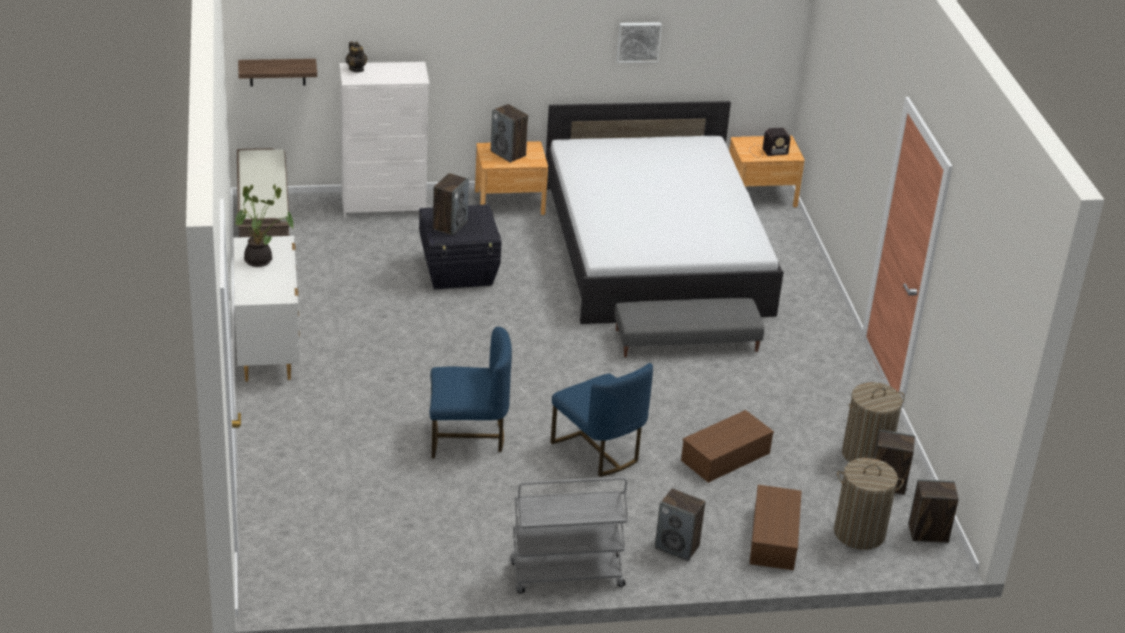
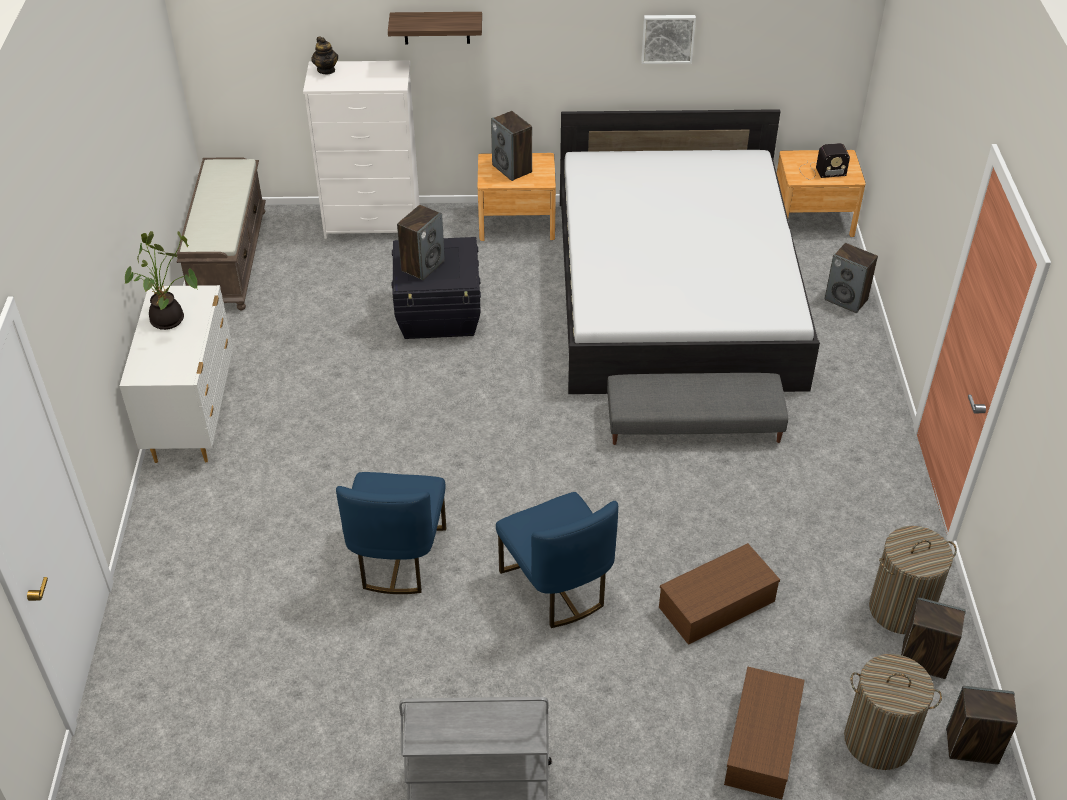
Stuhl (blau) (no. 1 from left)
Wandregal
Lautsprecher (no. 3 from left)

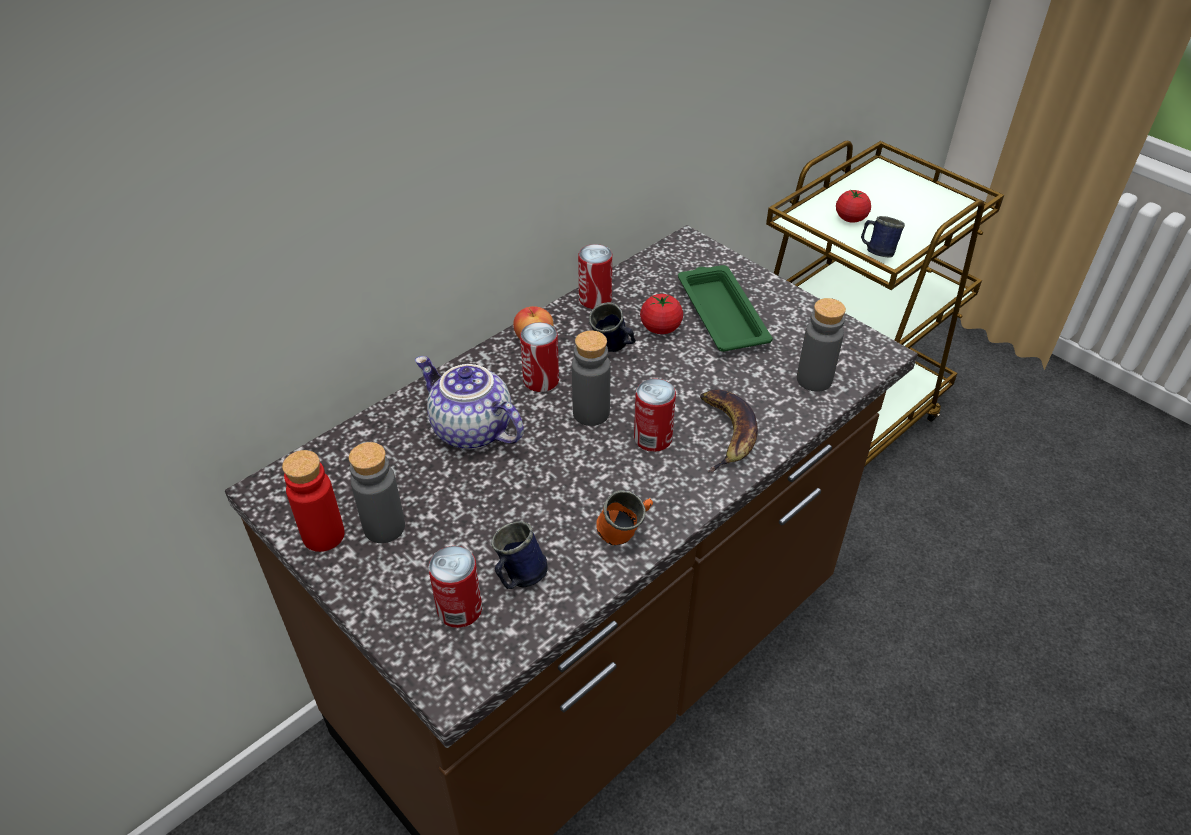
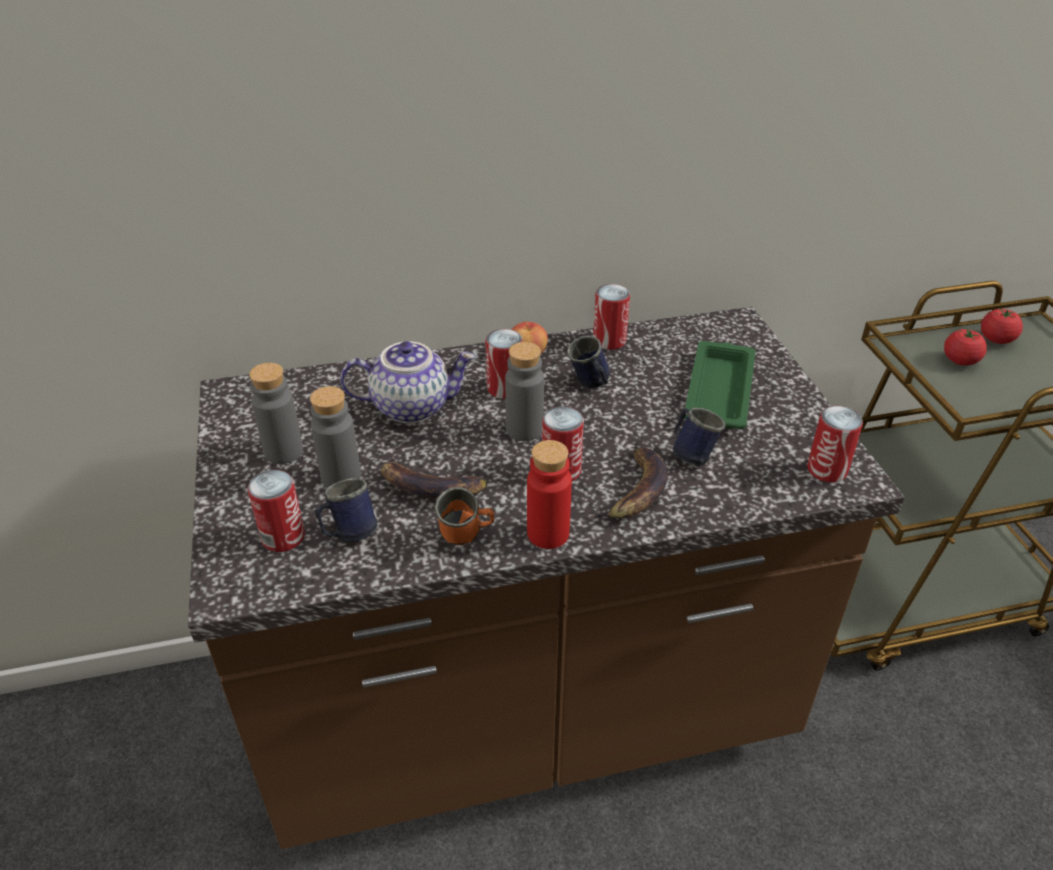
Flasche (grau) (no. 2 from left)
Teekanne
Banane (no. 1 from left)
Flasche (rot)
Henkelbecher (blau) (no. 3 from left)
Dose (no. 5 from left)
Tomate (no. 2 from left)

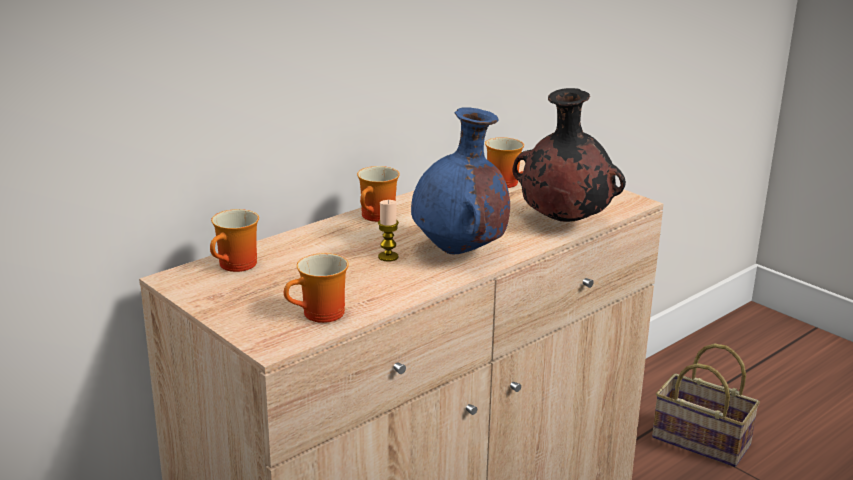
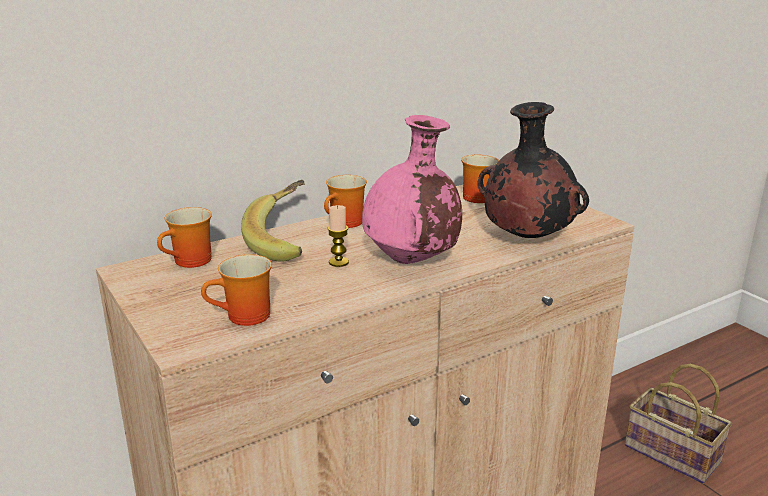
Banane
Vase (rosa)

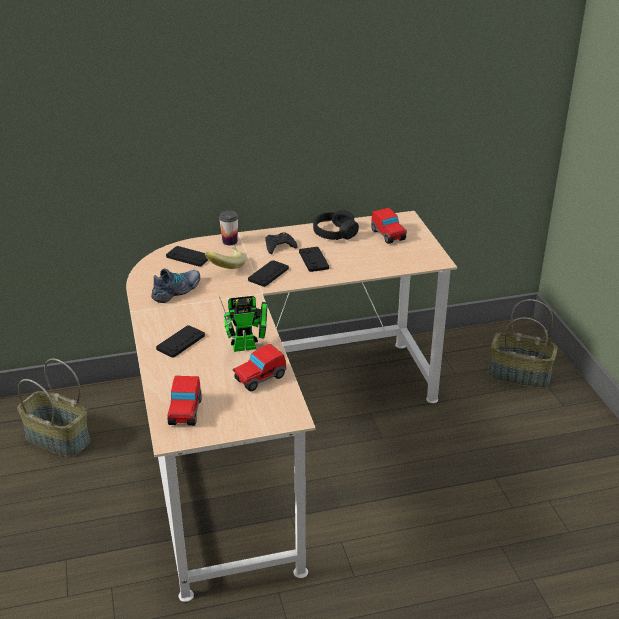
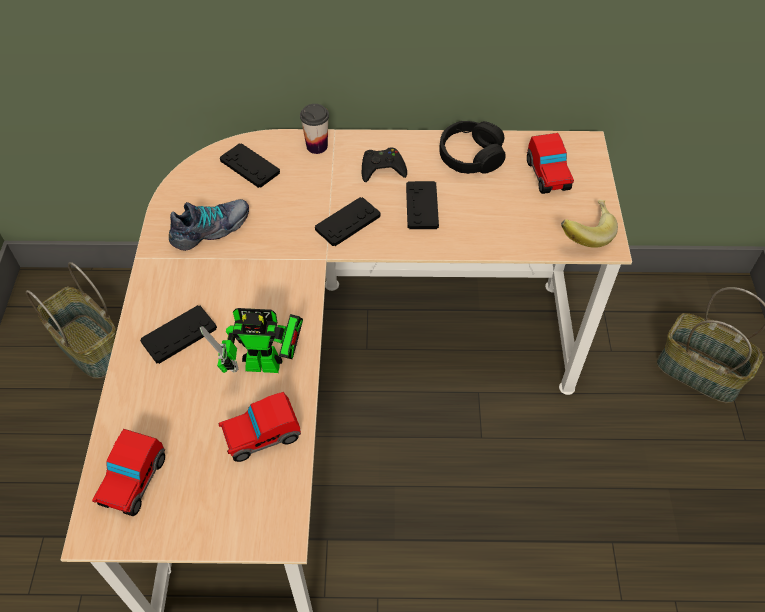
Banane

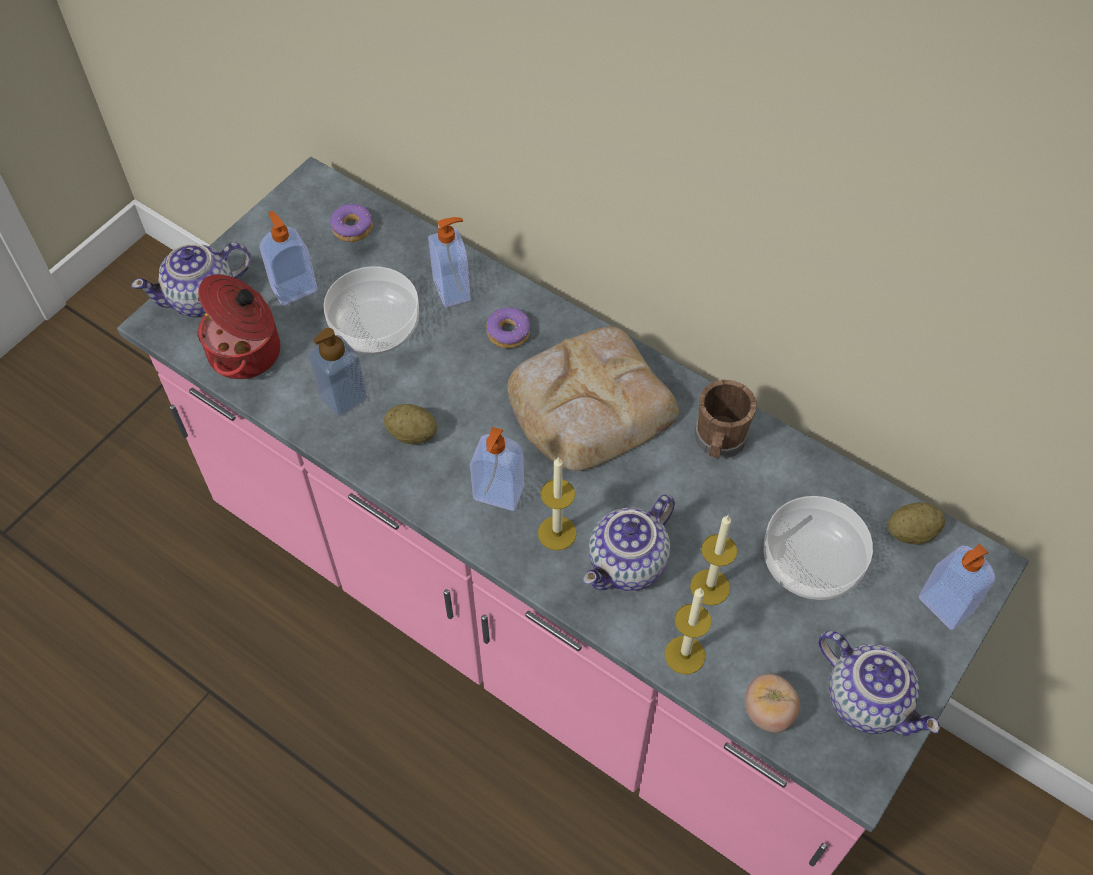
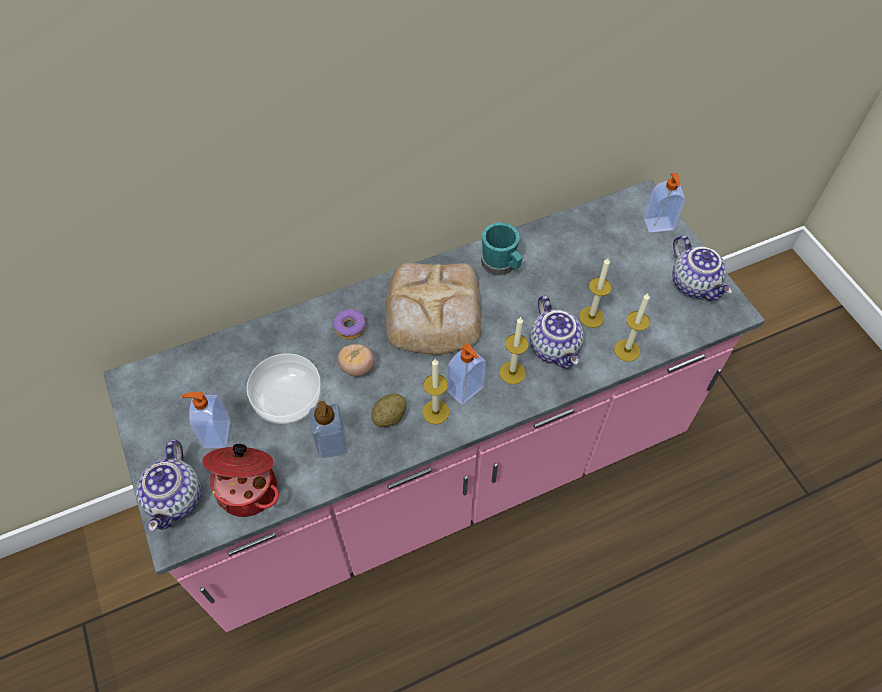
Tomate
Kerze (no. 1 from left)
Henkelbecher (türkis)
Teekanne (no. 3 from left)
Donut (no. 1 from left in the first image)
Seifenspender (no. 3 from left in the first image)
Schüssel (no. 2 from left in the first image)
Kartoffel (no. 2 from left in the first image)

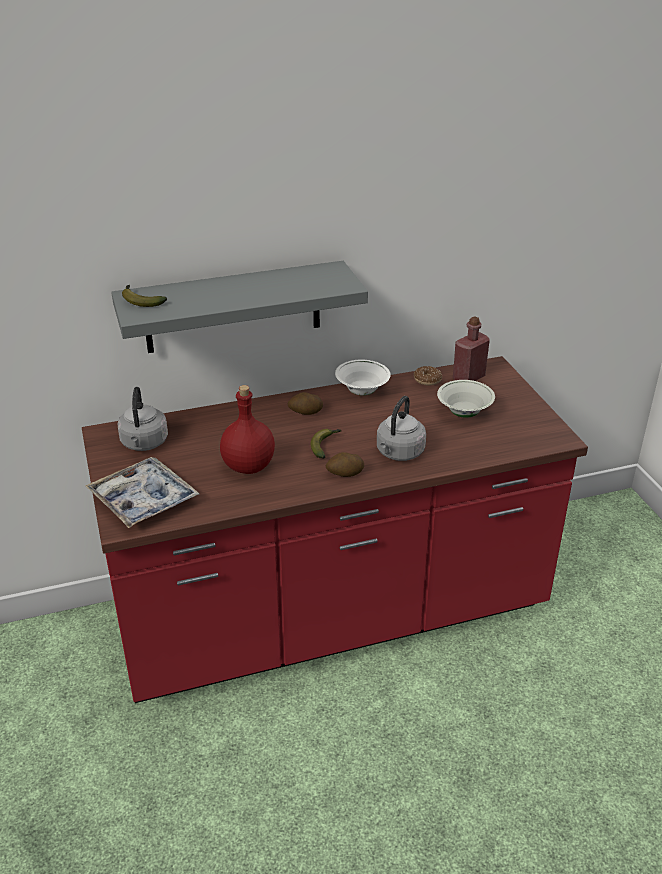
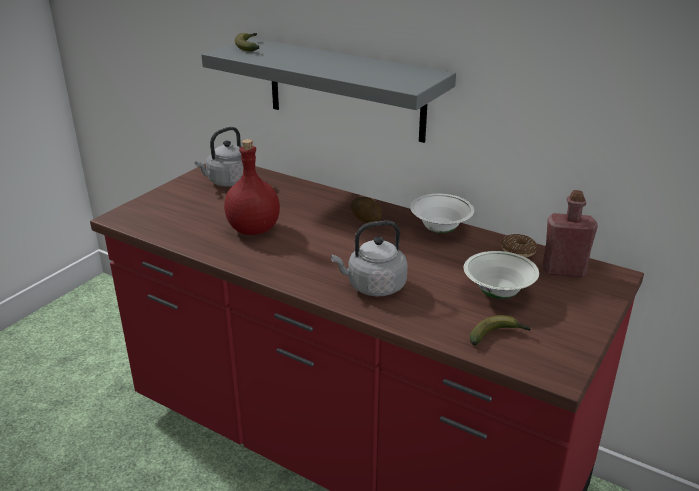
Banane (no. 2 from left)
Tablett
Kartoffel (no. 2 from left in the first image)

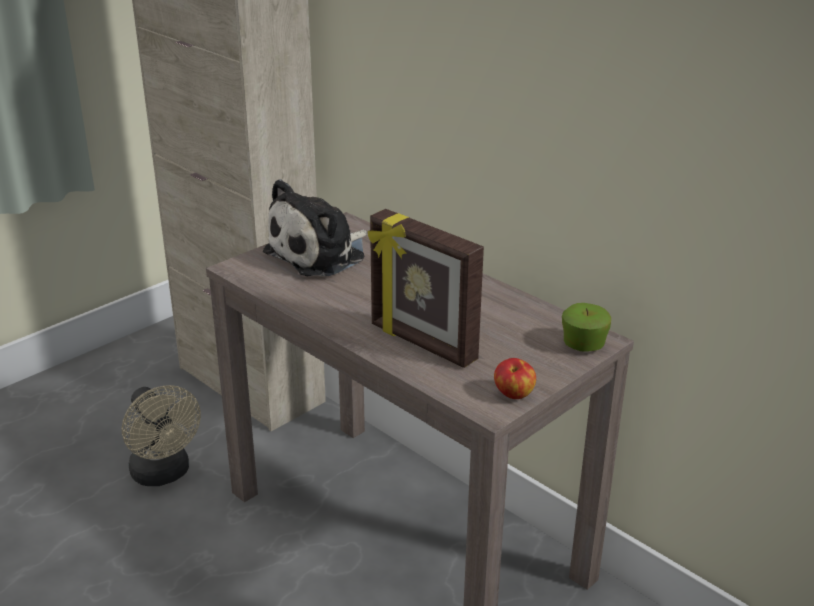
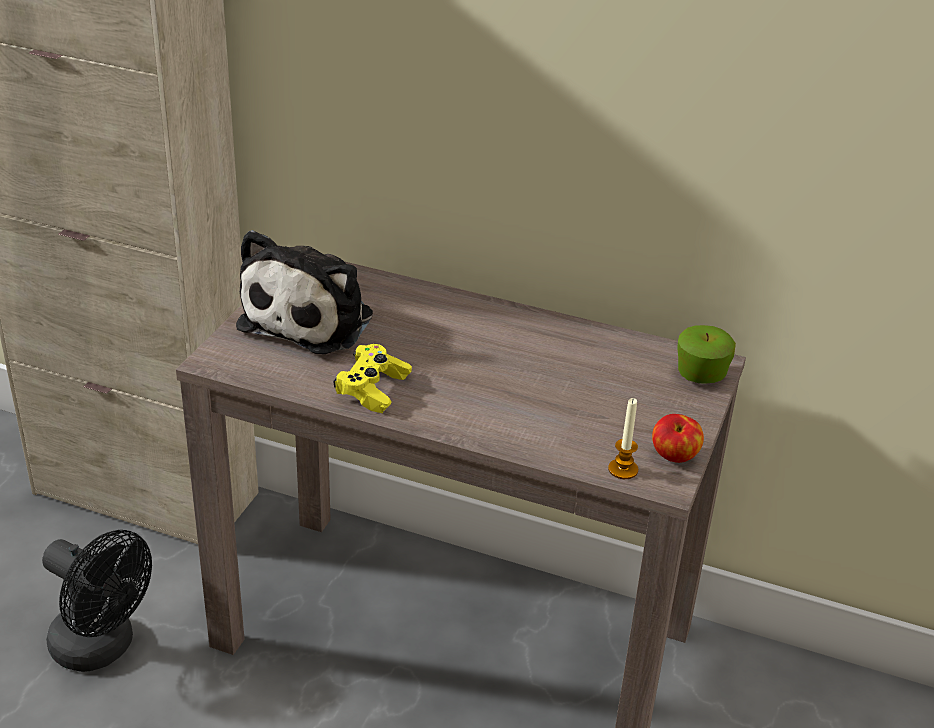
Ventilator (schwarz)
Gamepad (gelb)
Kerze
Bilderrahmen

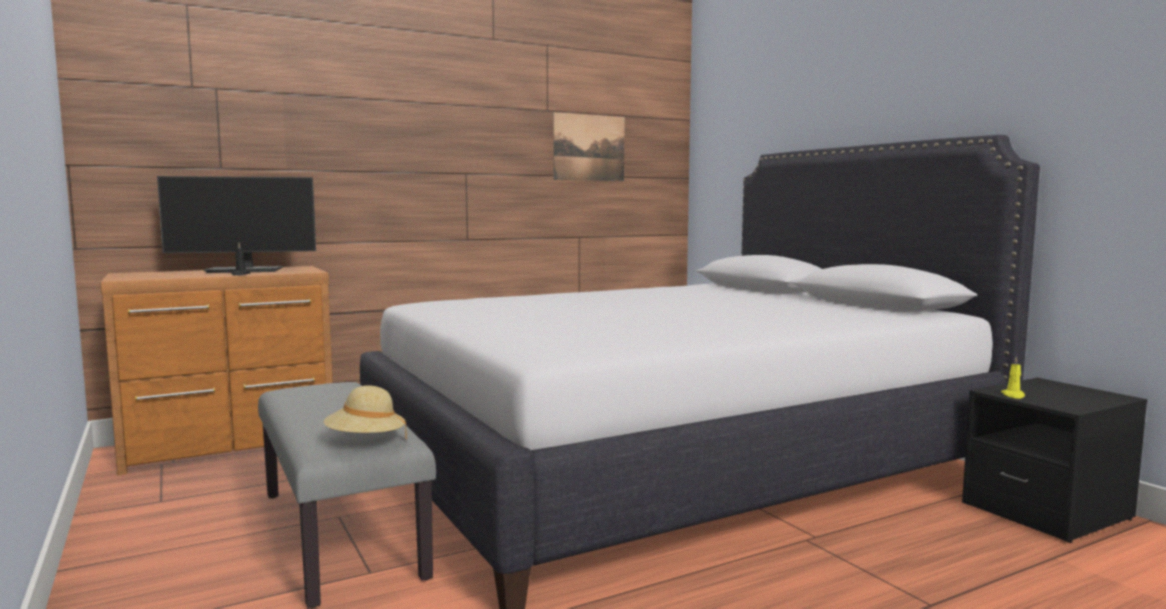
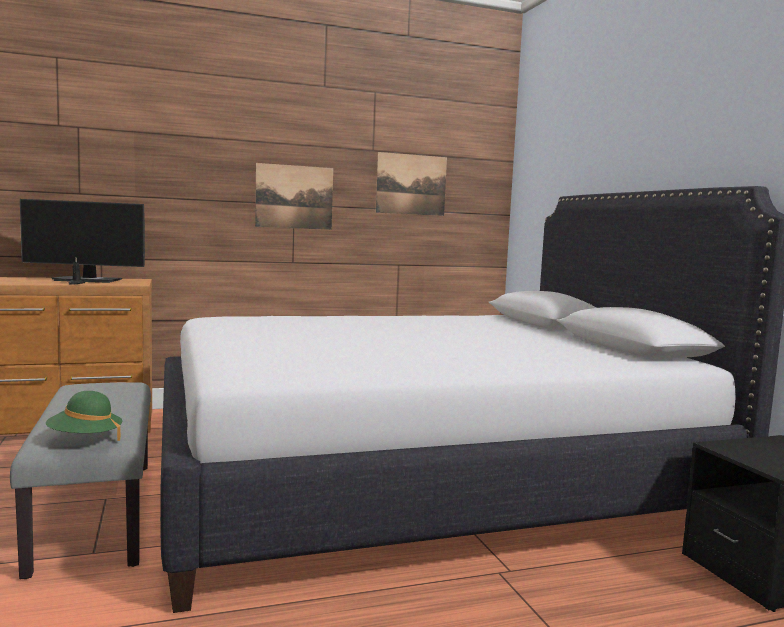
Hut (grün)
Bild (no. 1 from left)
Kerze (gelb)

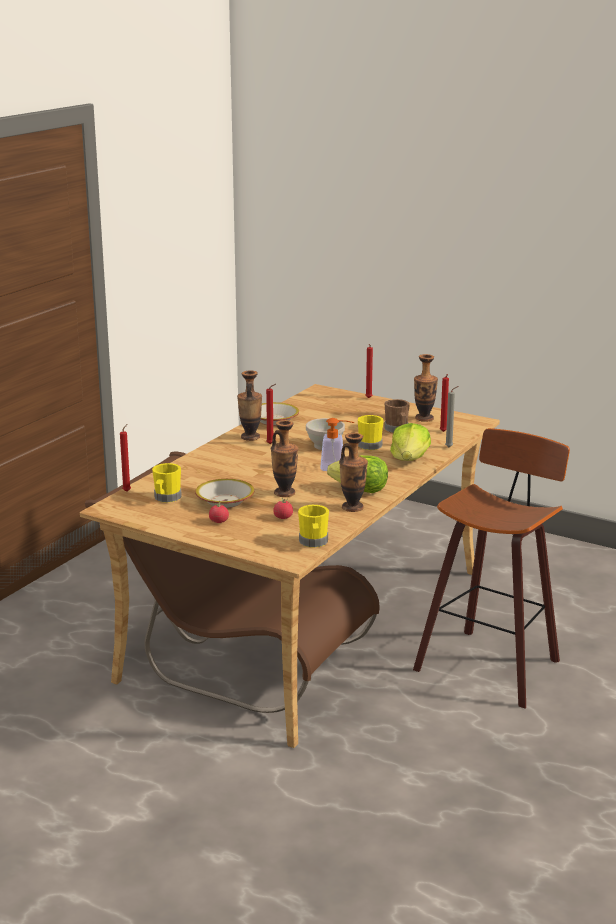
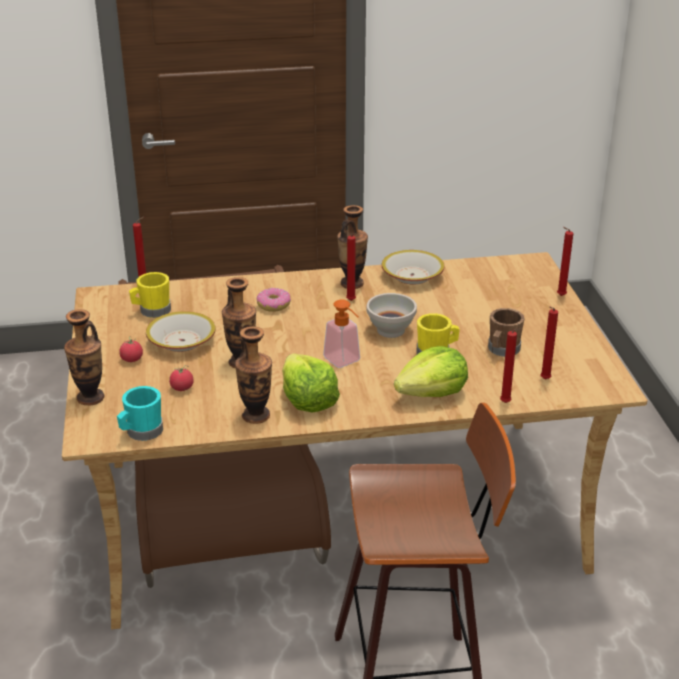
Vase (no. 1 from left)
Henkelbecher (türkis)
Donut
Kerze (rot) (no. 3 from left)

